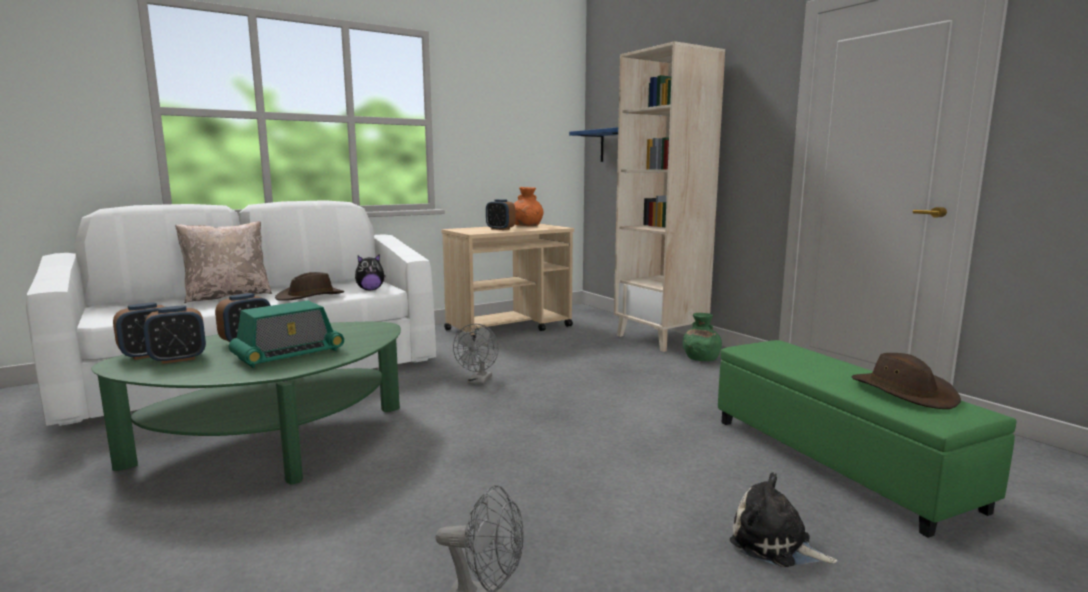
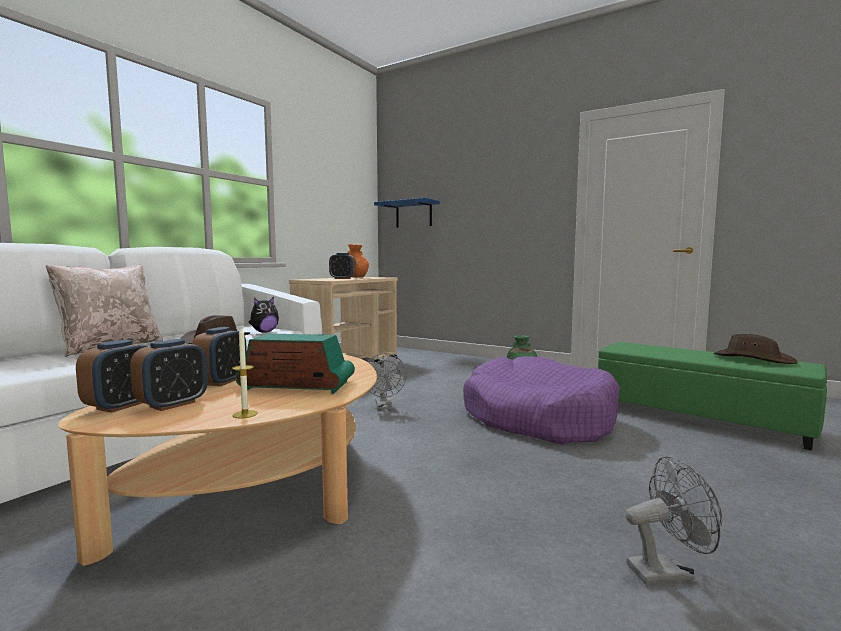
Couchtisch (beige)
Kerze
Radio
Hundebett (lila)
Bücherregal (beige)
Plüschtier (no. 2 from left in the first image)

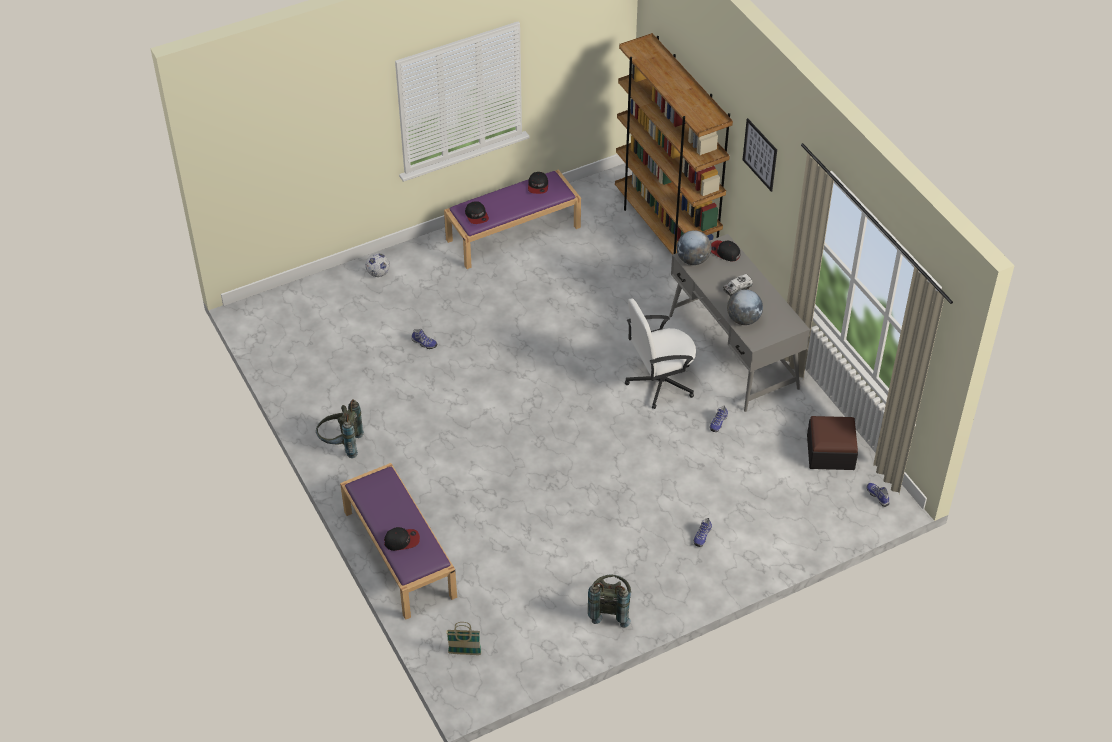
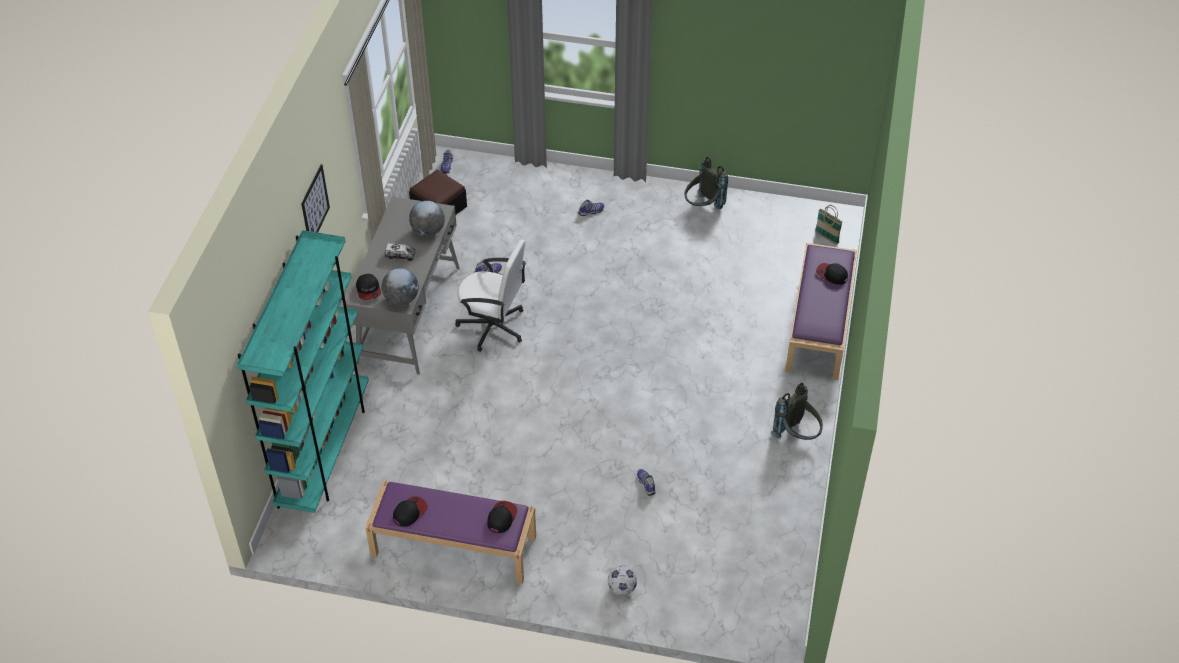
Bücherregal (türkis)

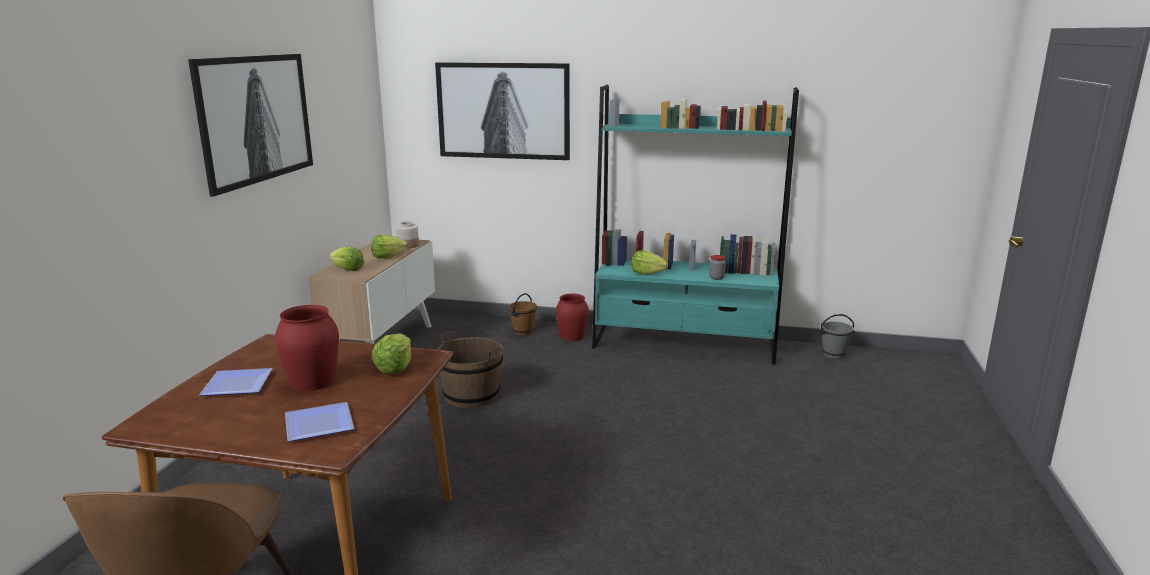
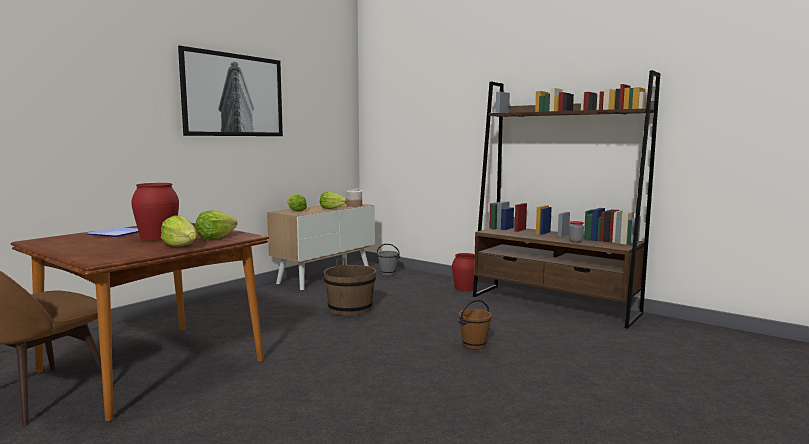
Salatkopf (no. 1 from left)
Eimer (grau)
Eimer (braun) (no. 2 from left)
Bücherregal (braun)
Teller (no. 2 from left in the first image)
Bild (no. 2 from left in the first image)

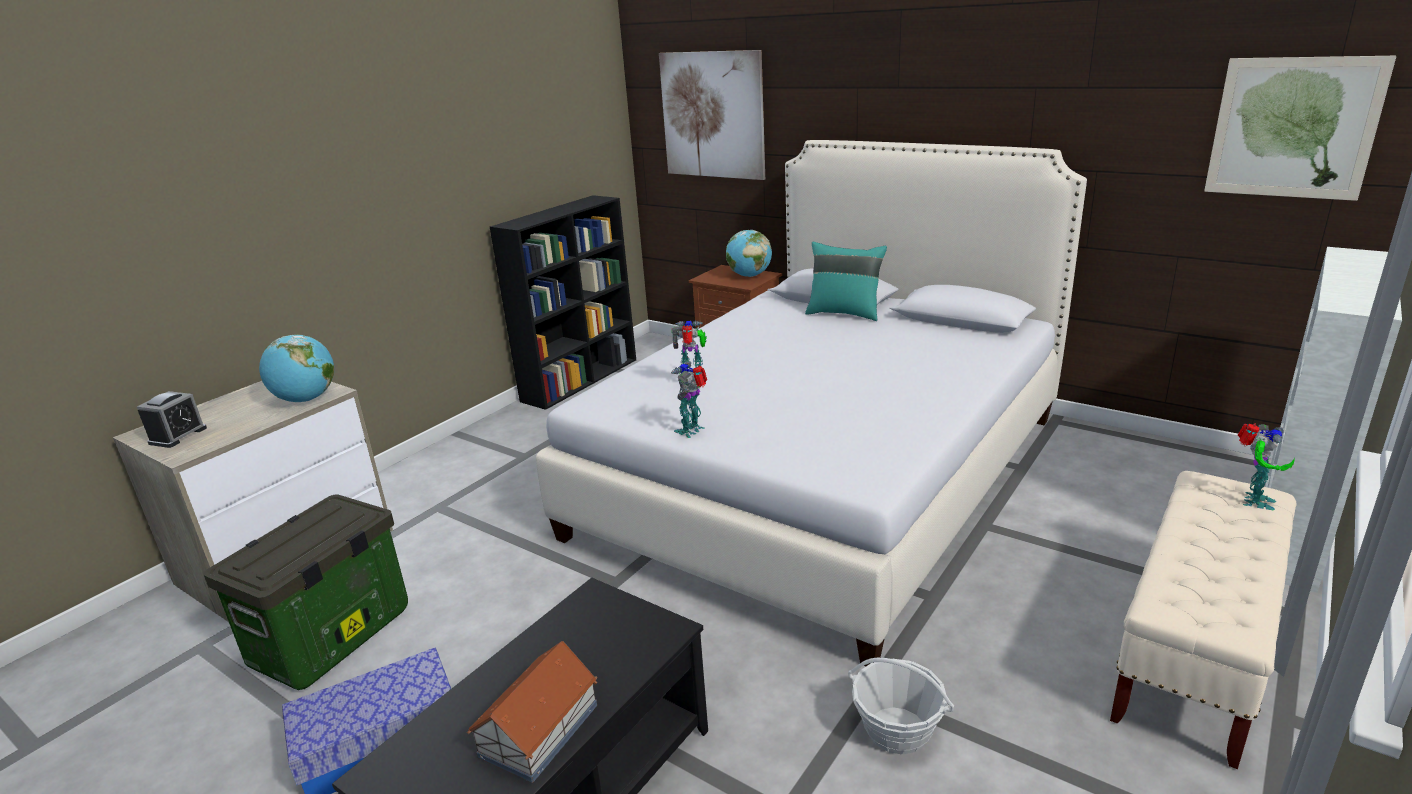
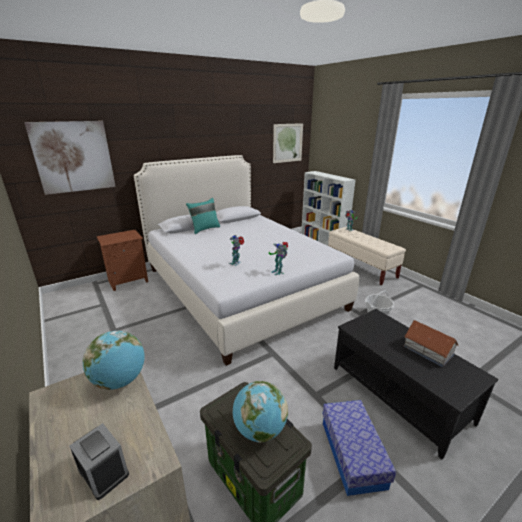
Globus (no. 2 from left)
Bücherregal (schwarz)

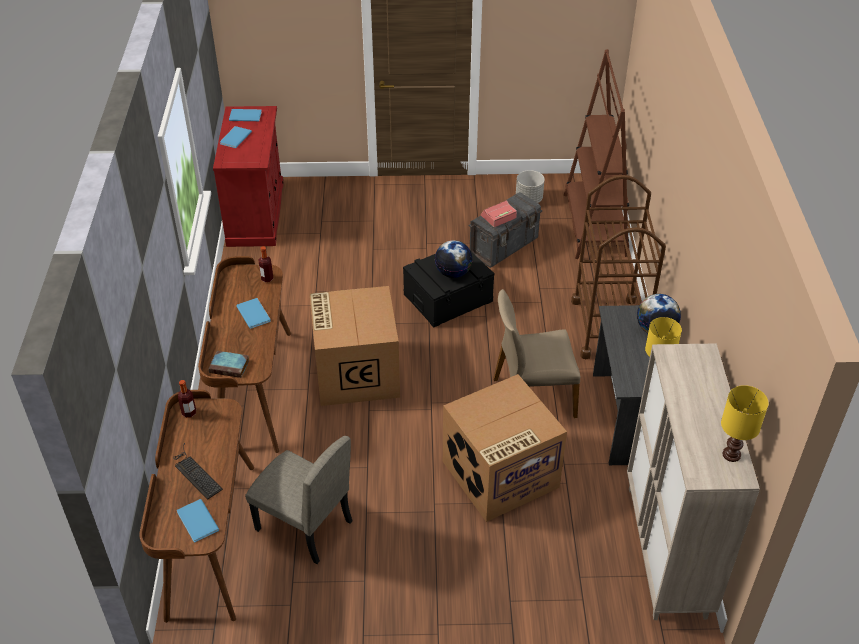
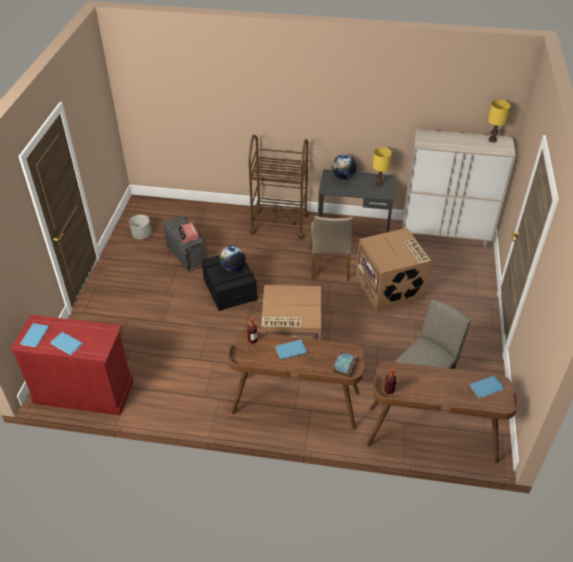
Tastatur
Bücherregal (braun)

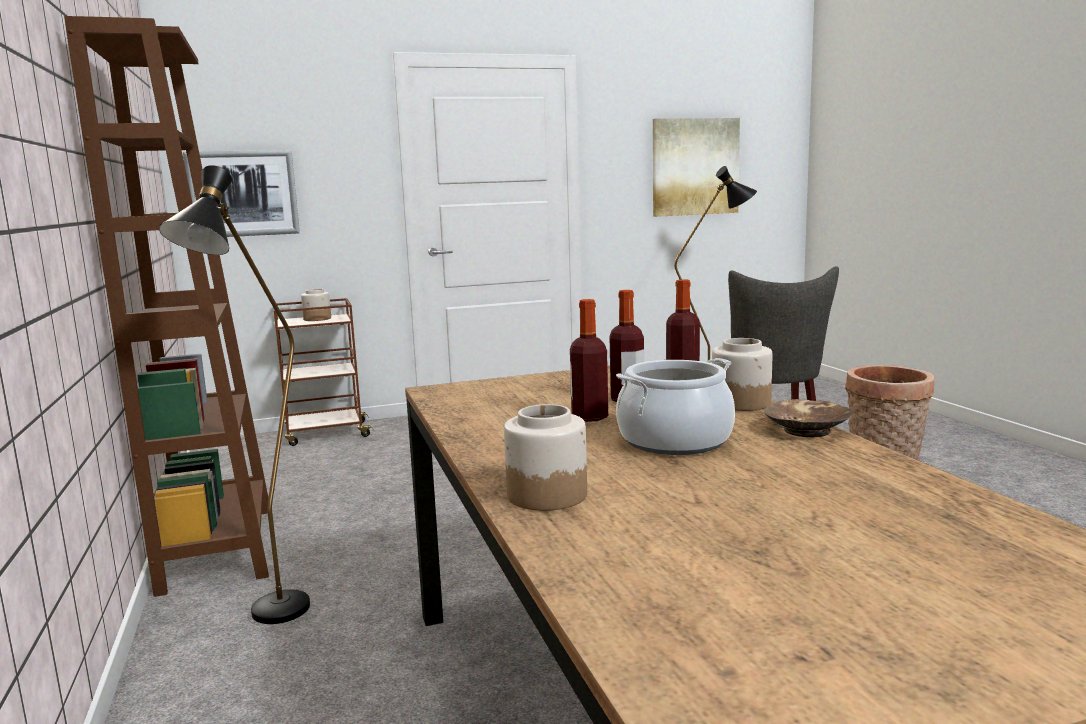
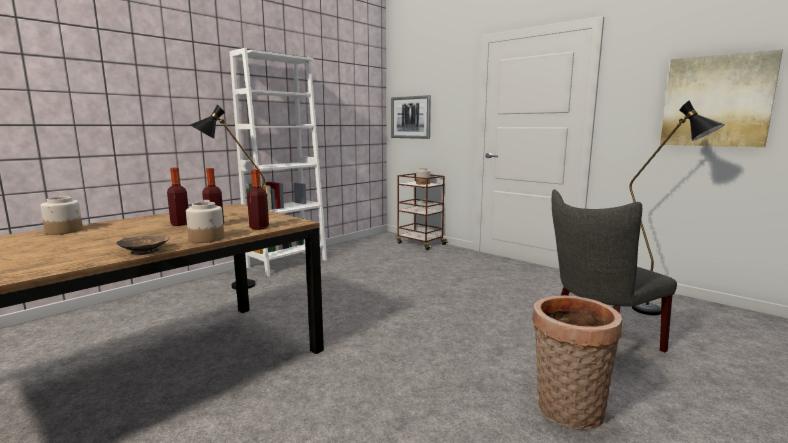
Bücherregal (weiß)
Kochtopf

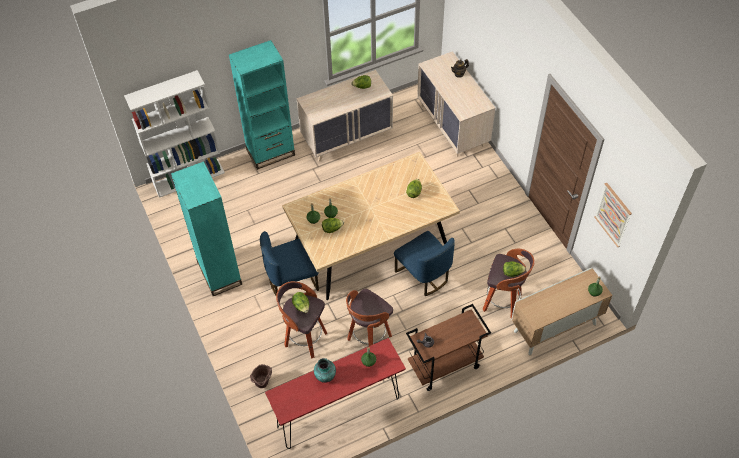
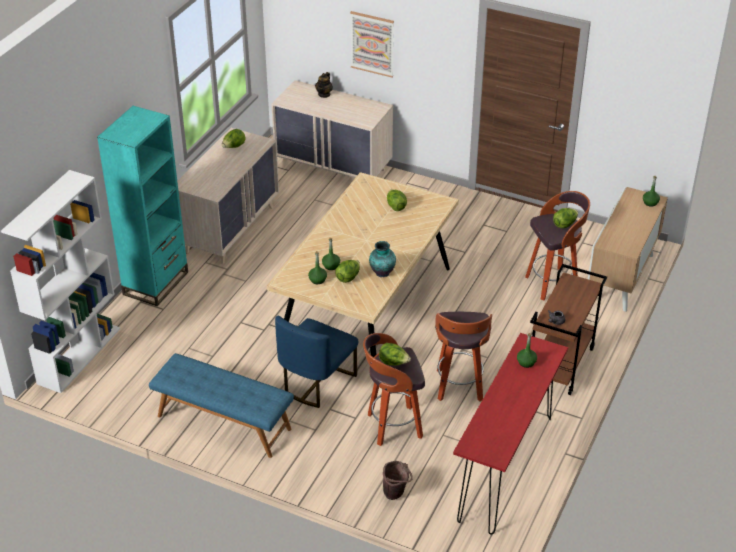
Bank (blau)
Bild
Vase
Stuhl (blau) (no. 2 from left in the first image)

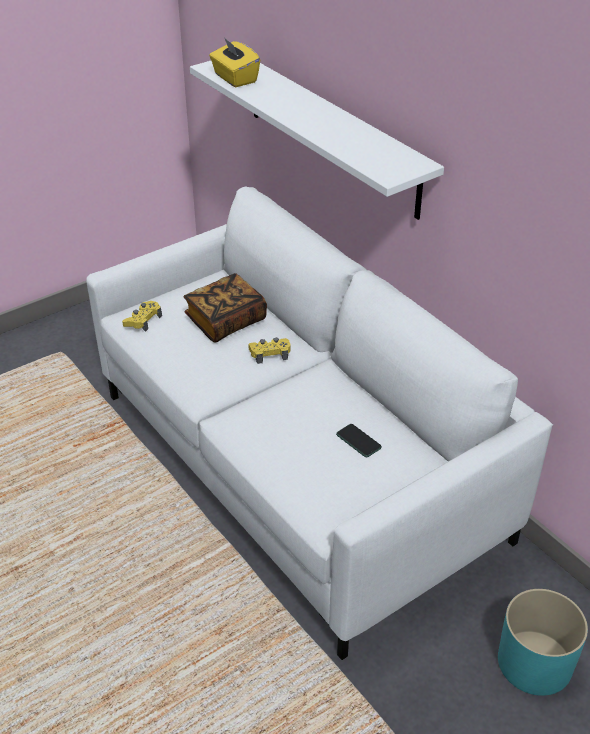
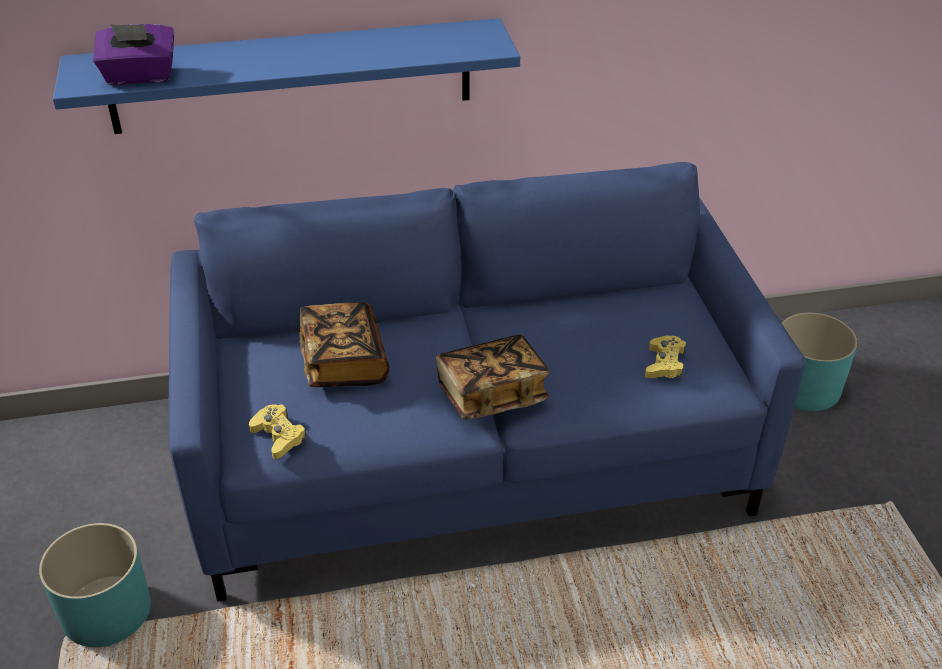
Pflanzkübel (türkis) (no. 1 from left)
Wandregal (blau)
Taschentuchbox (lila)
Sofa (blau)
Buch (no. 2 from left)
Gamepad (gelb) (no. 2 from left)
Handy

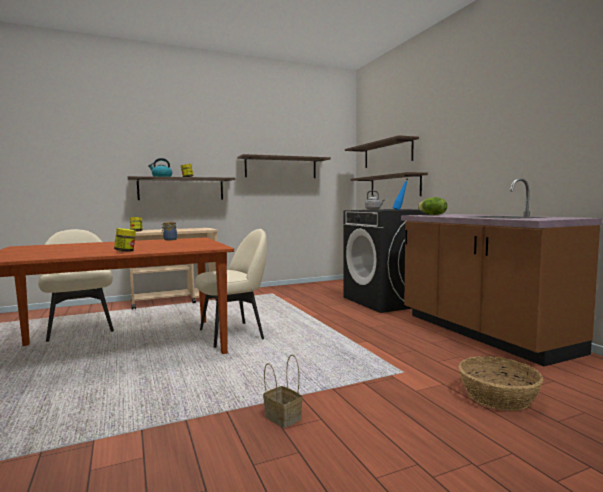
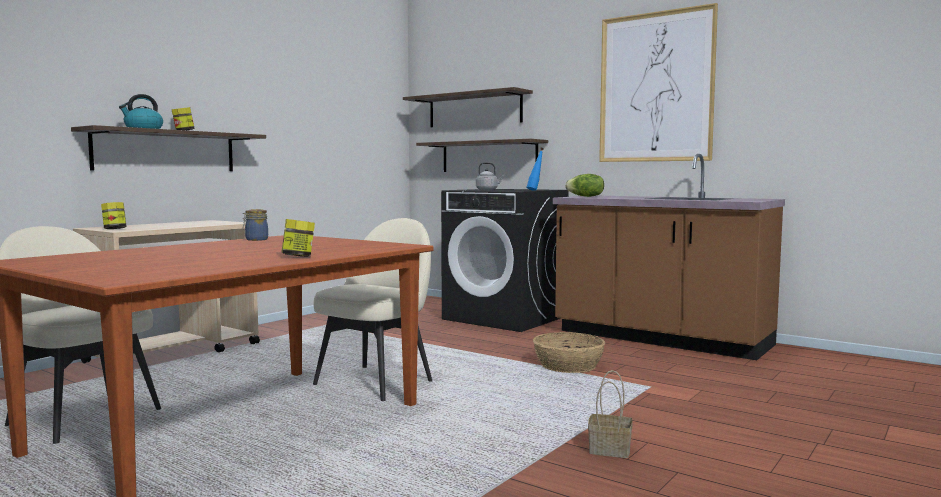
Korb (no. 1 from left)
Bild
Wandregal (no. 2 from left in the first image)

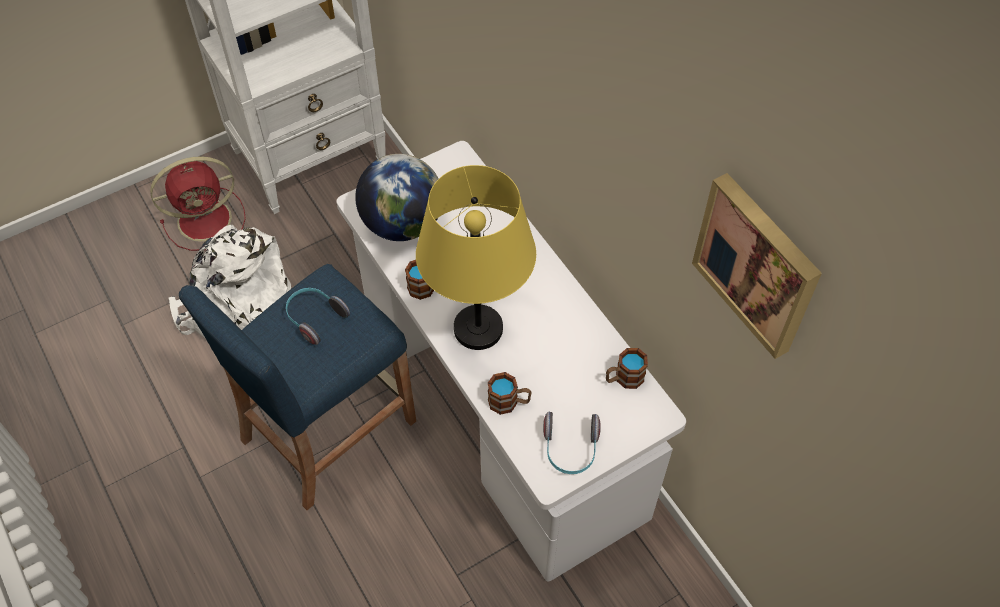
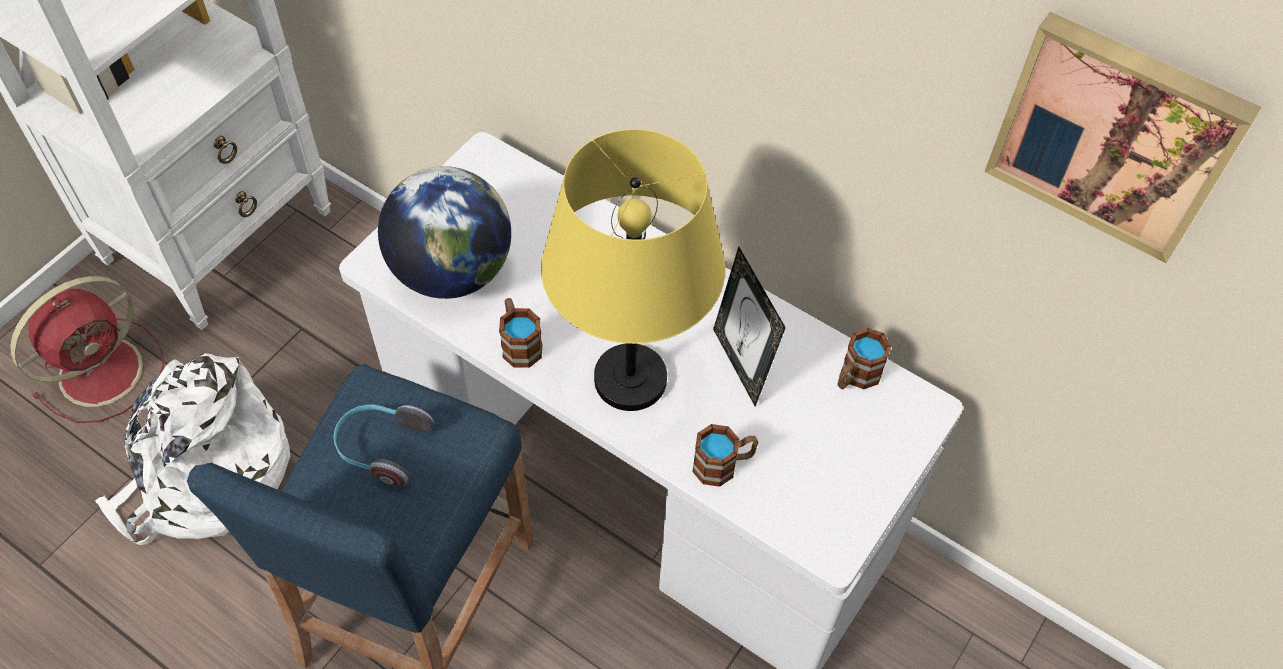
Bilderrahmen
Kopfhörer (no. 2 from left in the first image)

